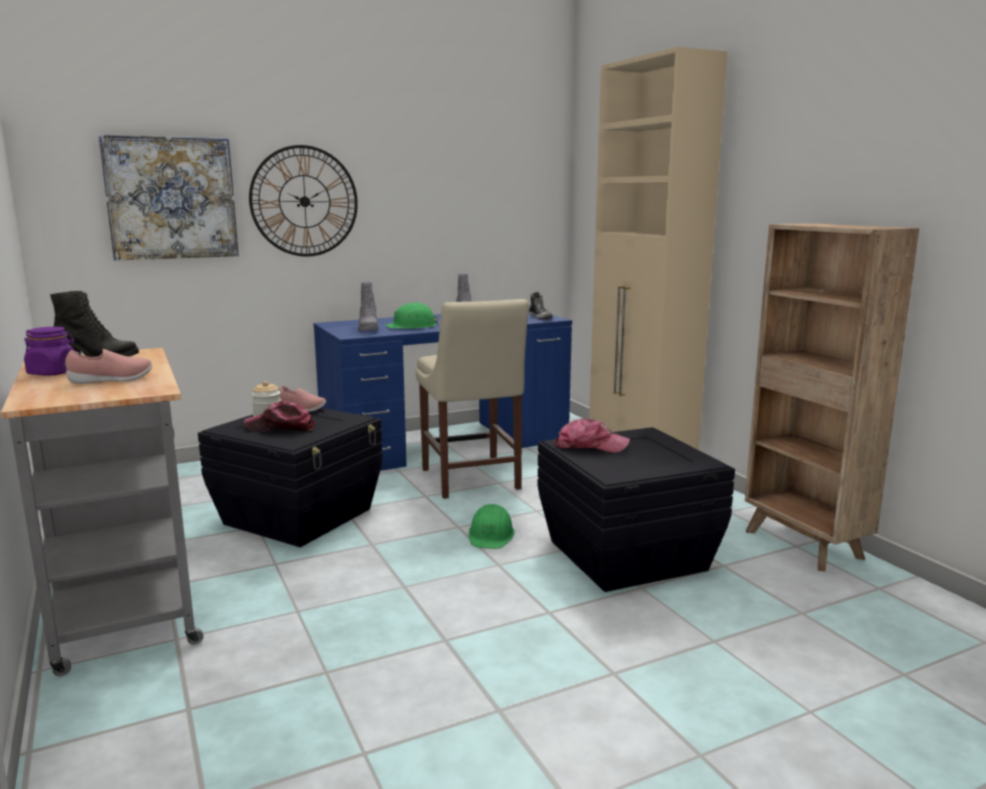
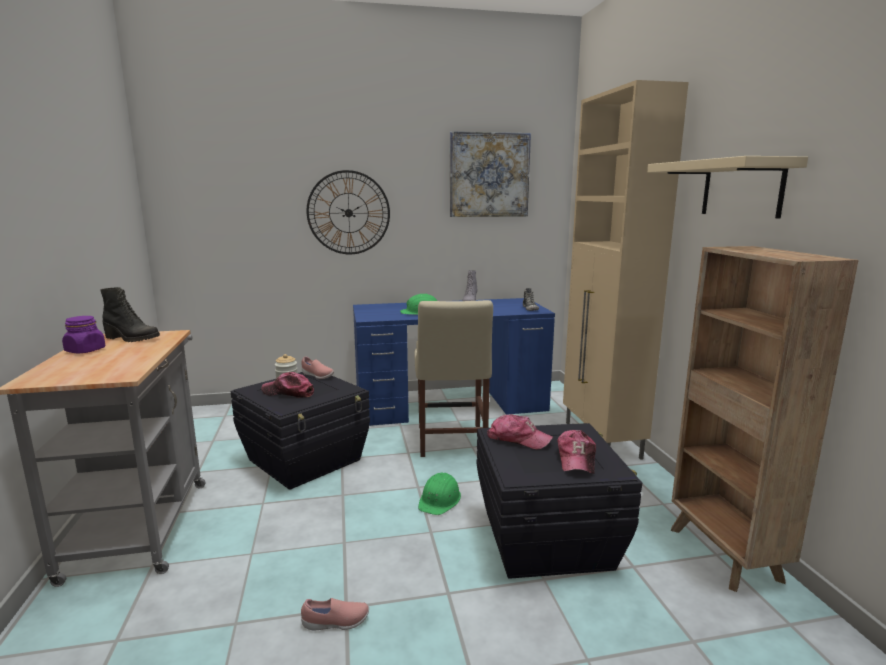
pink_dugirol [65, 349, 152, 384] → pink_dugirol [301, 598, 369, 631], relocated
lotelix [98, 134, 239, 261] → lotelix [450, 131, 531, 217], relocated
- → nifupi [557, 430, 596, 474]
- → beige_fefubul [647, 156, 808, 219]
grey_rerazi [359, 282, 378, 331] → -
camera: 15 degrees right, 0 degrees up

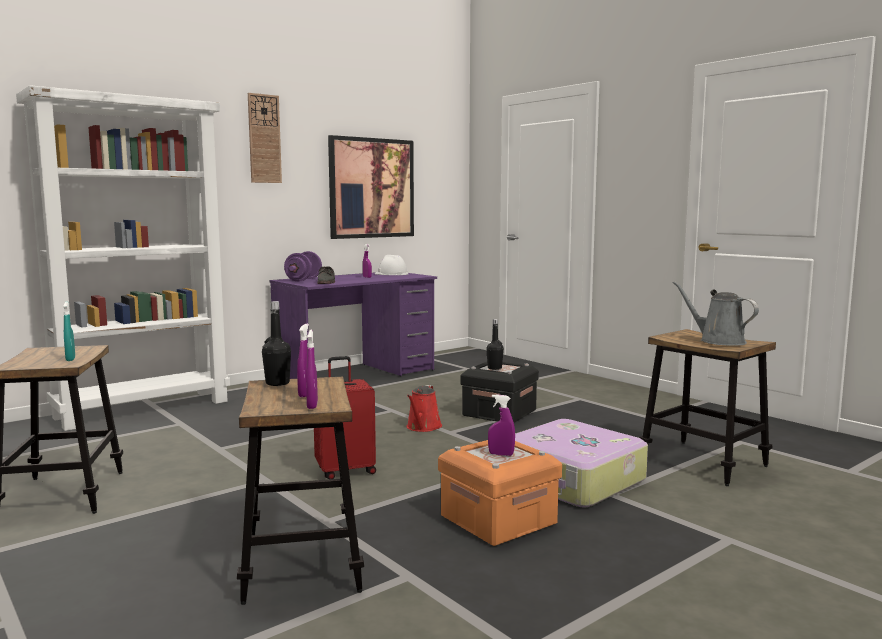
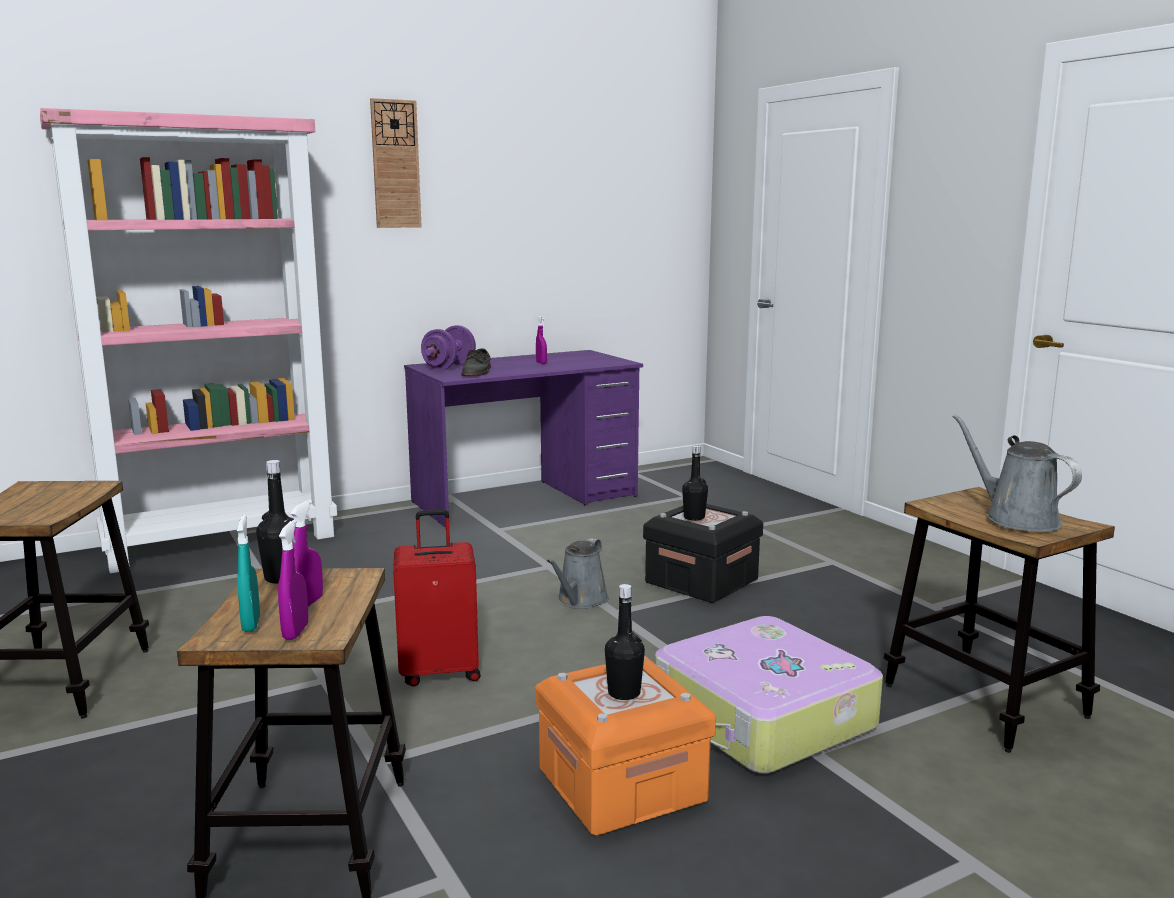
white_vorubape [16, 85, 230, 431] → pink_vorubape [40, 108, 337, 573]
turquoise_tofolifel [63, 301, 75, 361] → turquoise_tofolifel [237, 515, 260, 632], relocated
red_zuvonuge [406, 385, 442, 432] → grey_zuvonuge [547, 538, 609, 609]
purple_tofolifel [488, 394, 515, 456] → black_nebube [605, 584, 645, 700]
lotelix [328, 135, 414, 239] → -
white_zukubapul [375, 255, 408, 275] → -
camera: 10 degrees right, 5 degrees up

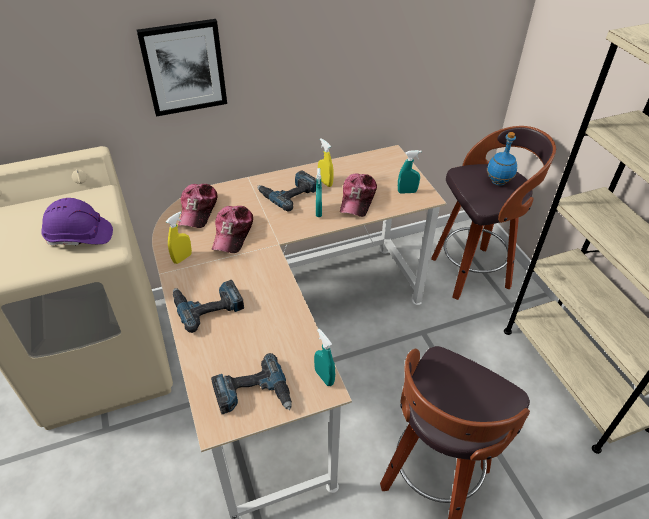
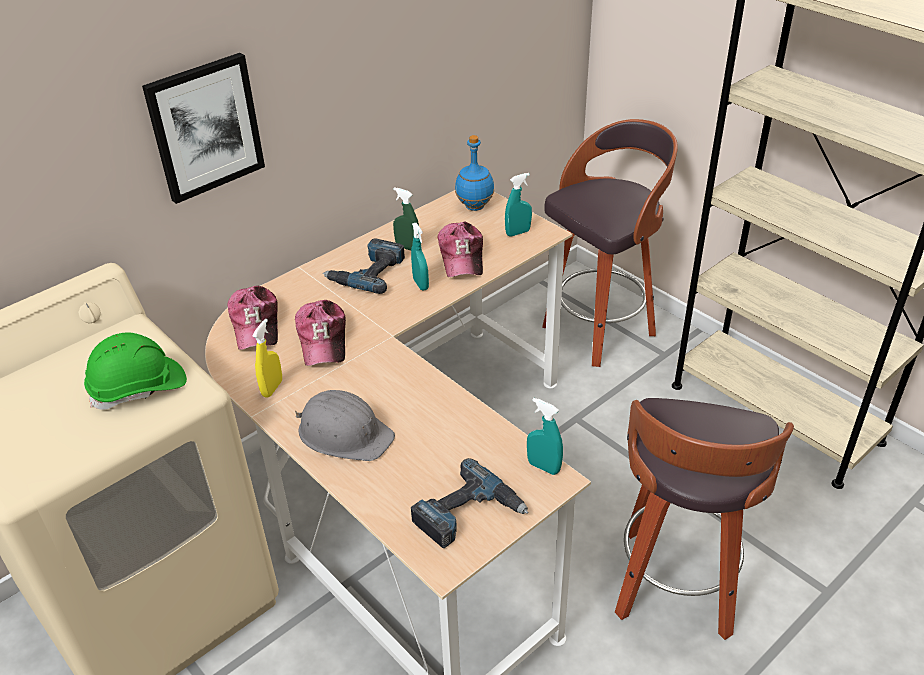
purple_zukubapul [41, 198, 113, 246] → green_zukubapul [84, 332, 187, 410]
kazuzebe [173, 280, 244, 333] → grey_zukubapul [295, 390, 395, 461]
yellow_tofolifel [318, 138, 334, 187] → green_tofolifel [393, 187, 419, 251]
blue_nebube [487, 132, 517, 186] → blue_nebube [455, 135, 494, 211], relocated
camera: 20 degrees left, 5 degrees down

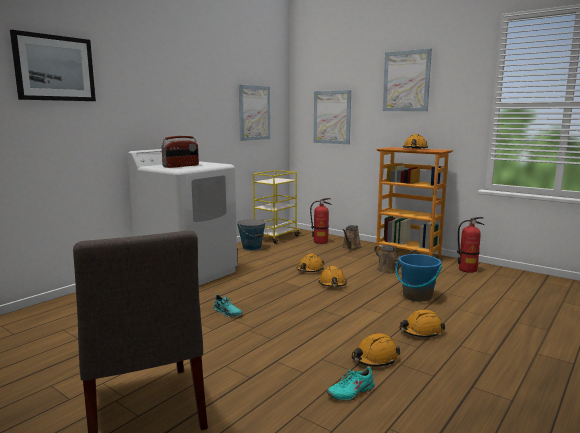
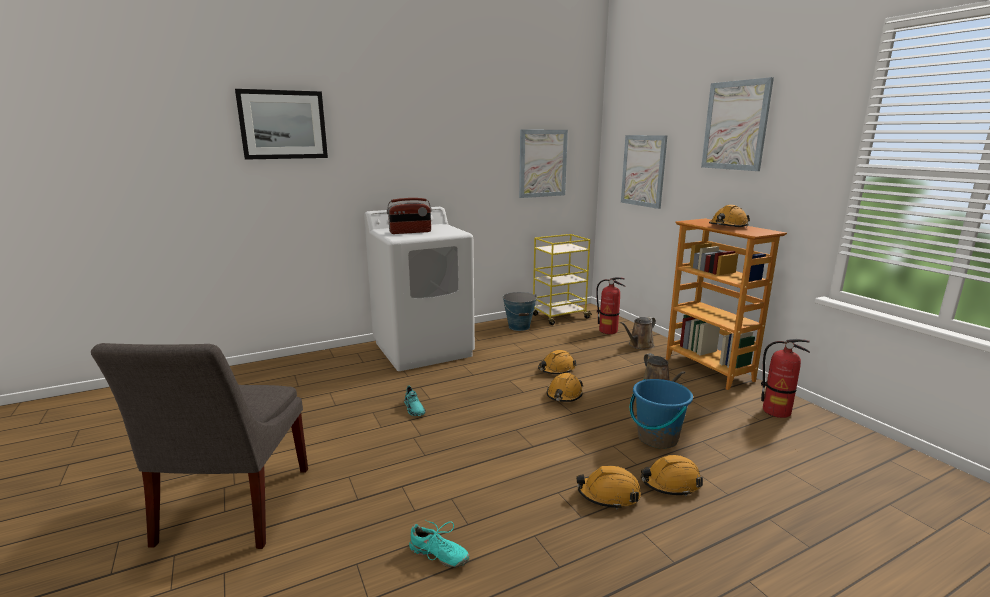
turquoise_dugirol [327, 366, 375, 401] → turquoise_dugirol [409, 520, 469, 568], 150 degrees counterclockwise
orange_zukubapul [352, 333, 400, 367] → orange_zukubapul [641, 455, 703, 497], relocated
camera: 25 degrees right, 5 degrees up

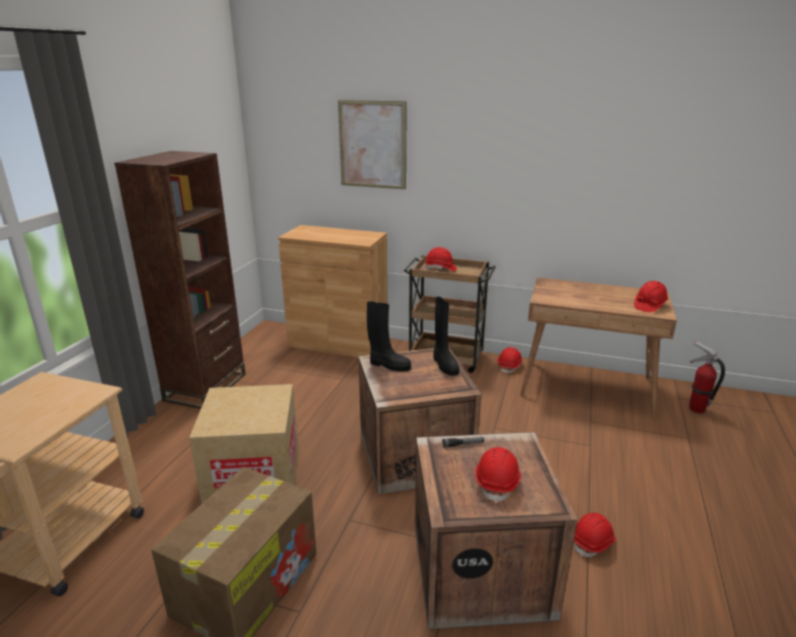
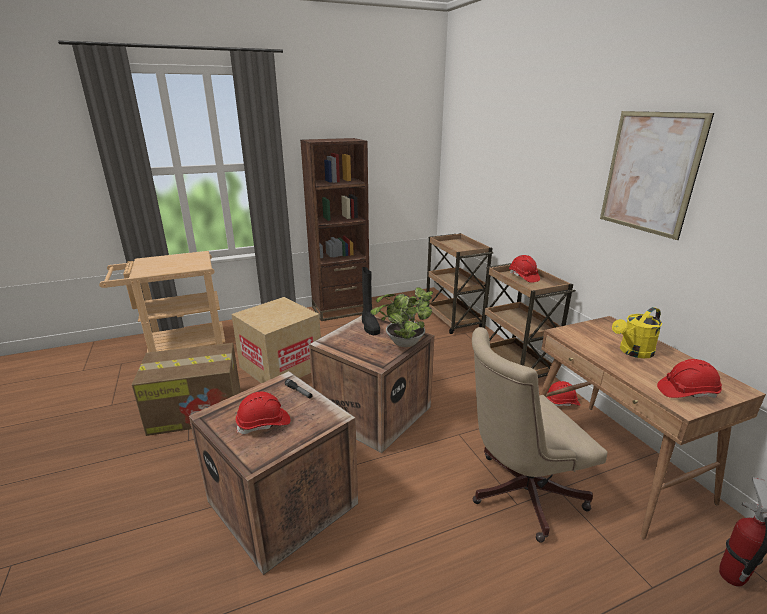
black_rerazi [433, 297, 459, 376] → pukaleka [370, 287, 433, 347]
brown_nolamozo [278, 225, 388, 358] → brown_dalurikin [426, 233, 493, 334]
- → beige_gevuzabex [472, 327, 607, 543]
lotelix [338, 100, 407, 189] → lotelix [600, 111, 714, 240], relocated
- → yellow_zuvonuge [612, 307, 662, 358]
red_zukubapul [574, 513, 616, 557] → -
camera: 50 degrees right, 0 degrees up

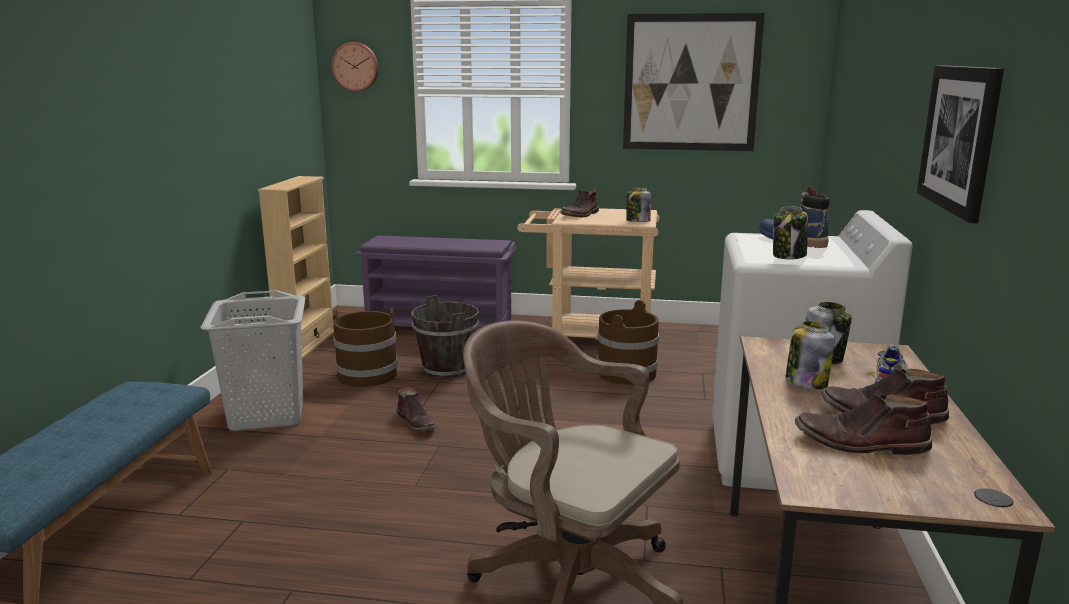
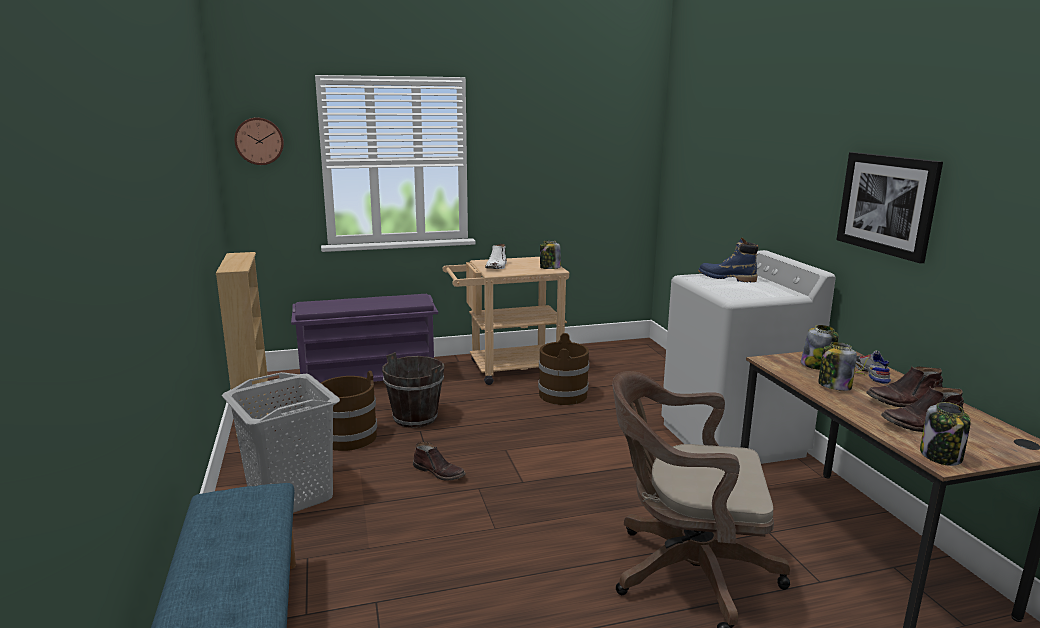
brown_rerazi [560, 189, 599, 218] → white_rerazi [485, 244, 507, 269]
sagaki [773, 206, 808, 259] → sagaki [920, 402, 971, 466], relocated
lotelix [623, 13, 765, 151] → -
camera: 25 degrees left, 0 degrees up

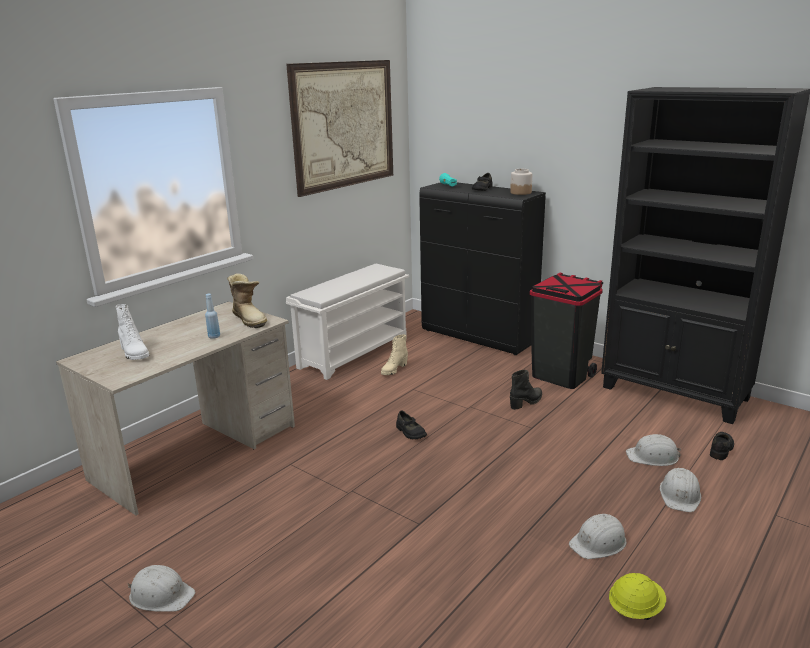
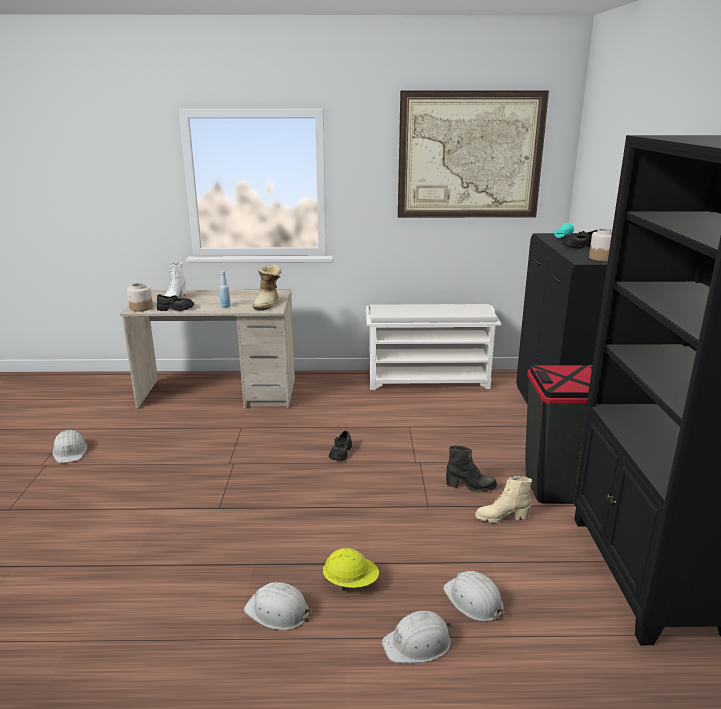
- → sagaki [127, 283, 153, 312]
black_dugirol [710, 432, 734, 460] → black_dugirol [157, 294, 194, 311], relocated
yellow_zukubapul [609, 573, 666, 620] → yellow_zukubapul [323, 548, 379, 591], relocated
beige_rerazi [381, 334, 408, 375] → beige_rerazi [475, 476, 532, 523], relocated
camera: 50 degrees right, 0 degrees up

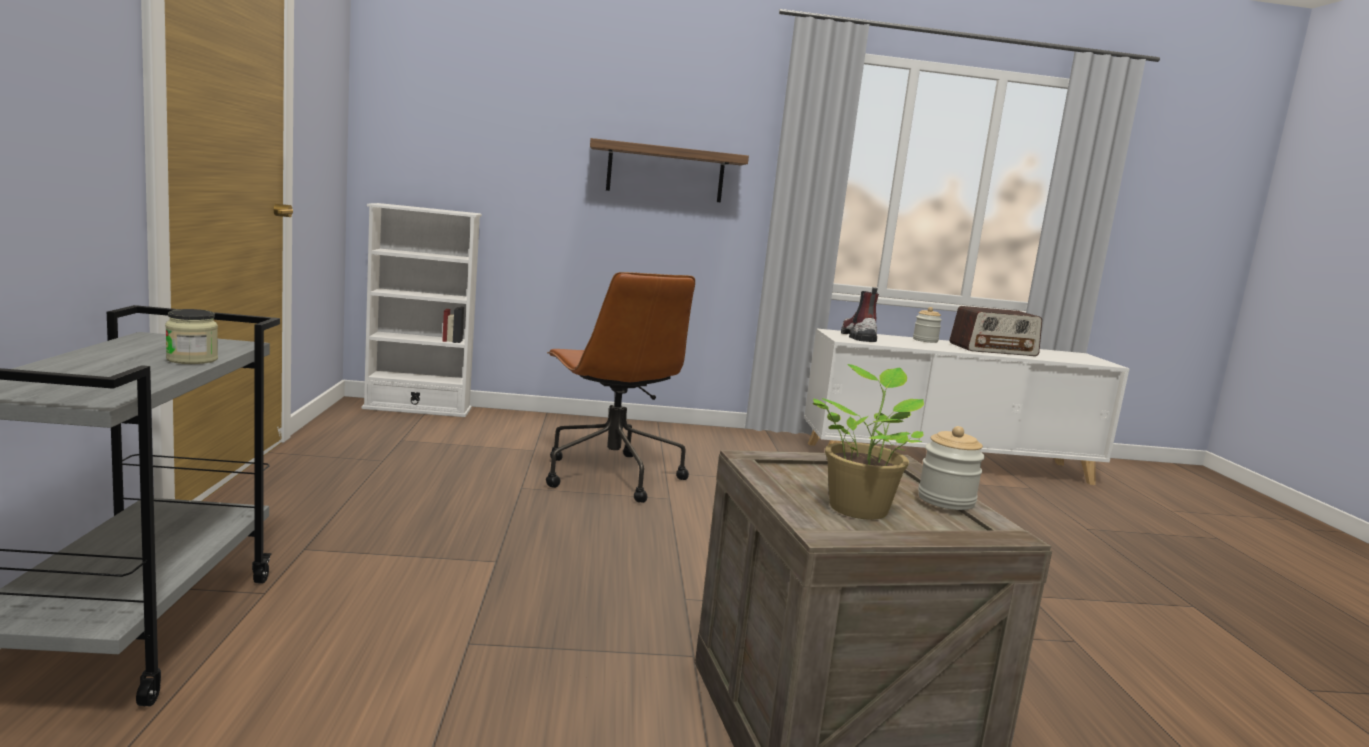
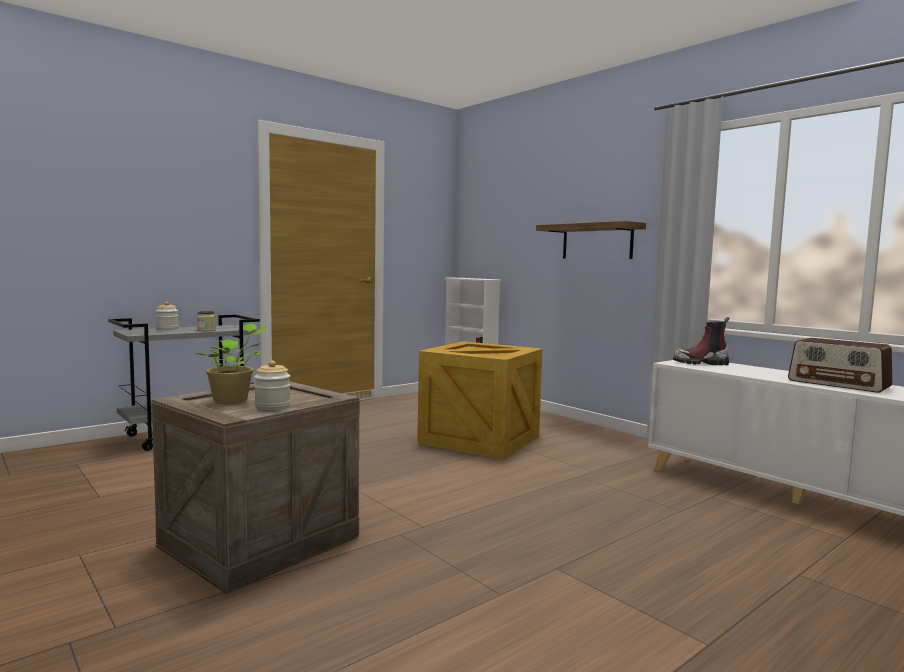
sagaki [913, 307, 942, 343] → sagaki [156, 302, 179, 330], relocated
brown_gevuzabex [546, 272, 695, 503] → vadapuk [417, 342, 543, 459]
rerazi [841, 287, 879, 342] → rerazi [673, 317, 730, 365], 135 degrees counterclockwise
camera: 55 degrees right, 5 degrees down

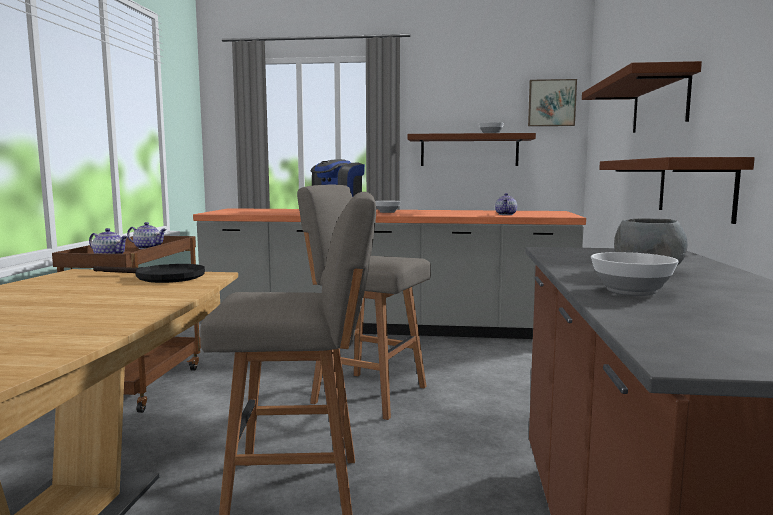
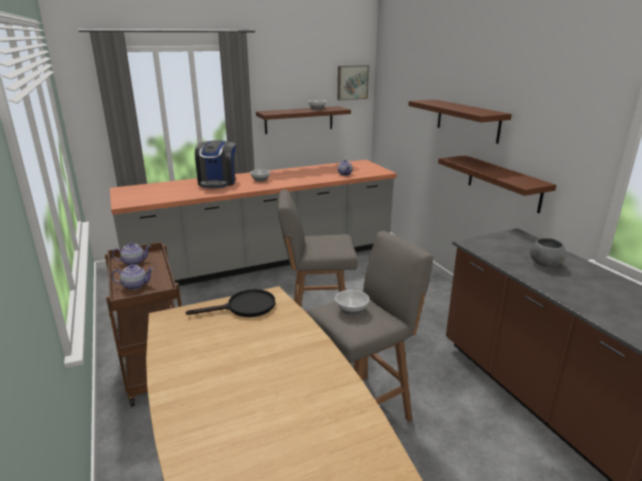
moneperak [591, 252, 679, 296] → moneperak [335, 290, 369, 316], relocated
camera: 30 degrees left, 15 degrees up

